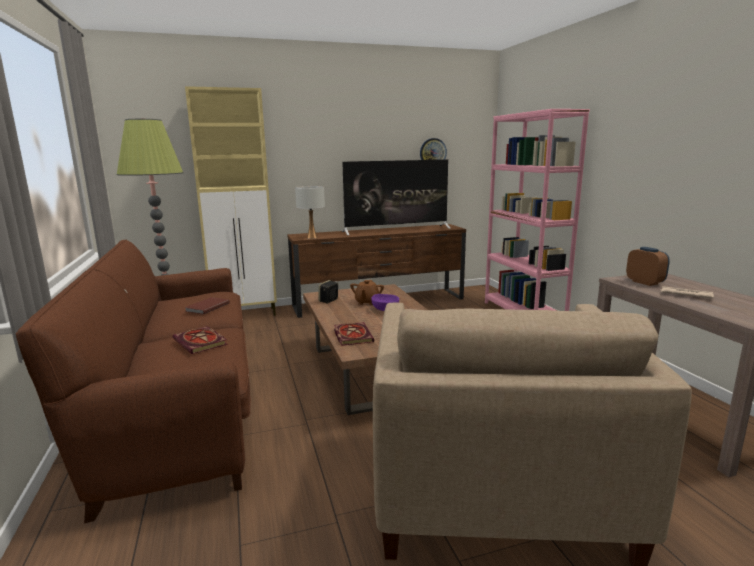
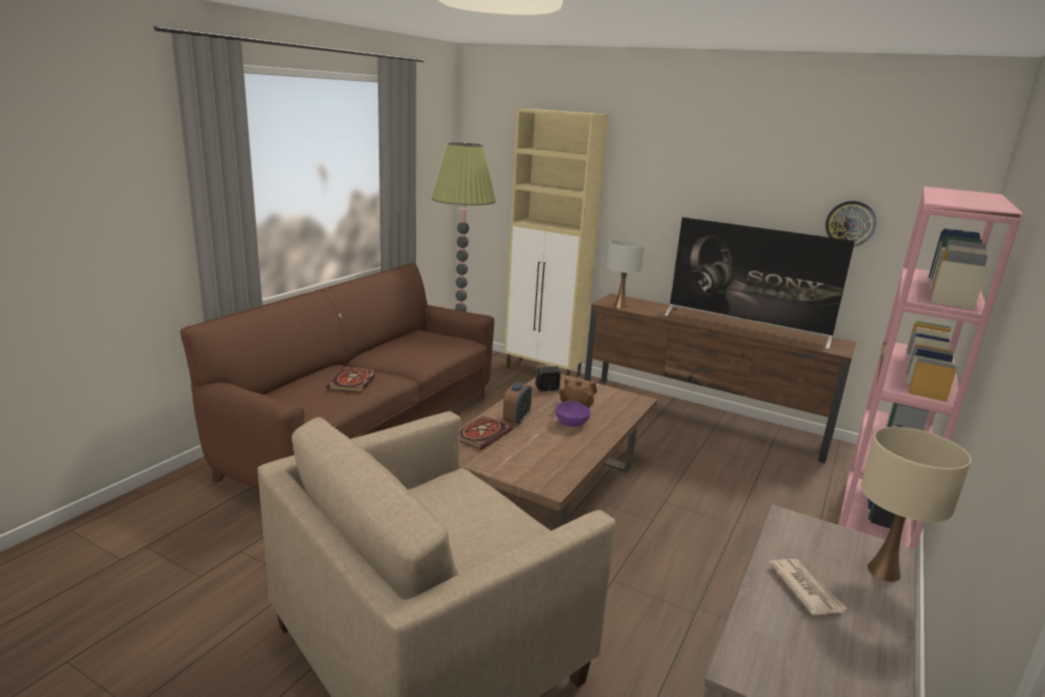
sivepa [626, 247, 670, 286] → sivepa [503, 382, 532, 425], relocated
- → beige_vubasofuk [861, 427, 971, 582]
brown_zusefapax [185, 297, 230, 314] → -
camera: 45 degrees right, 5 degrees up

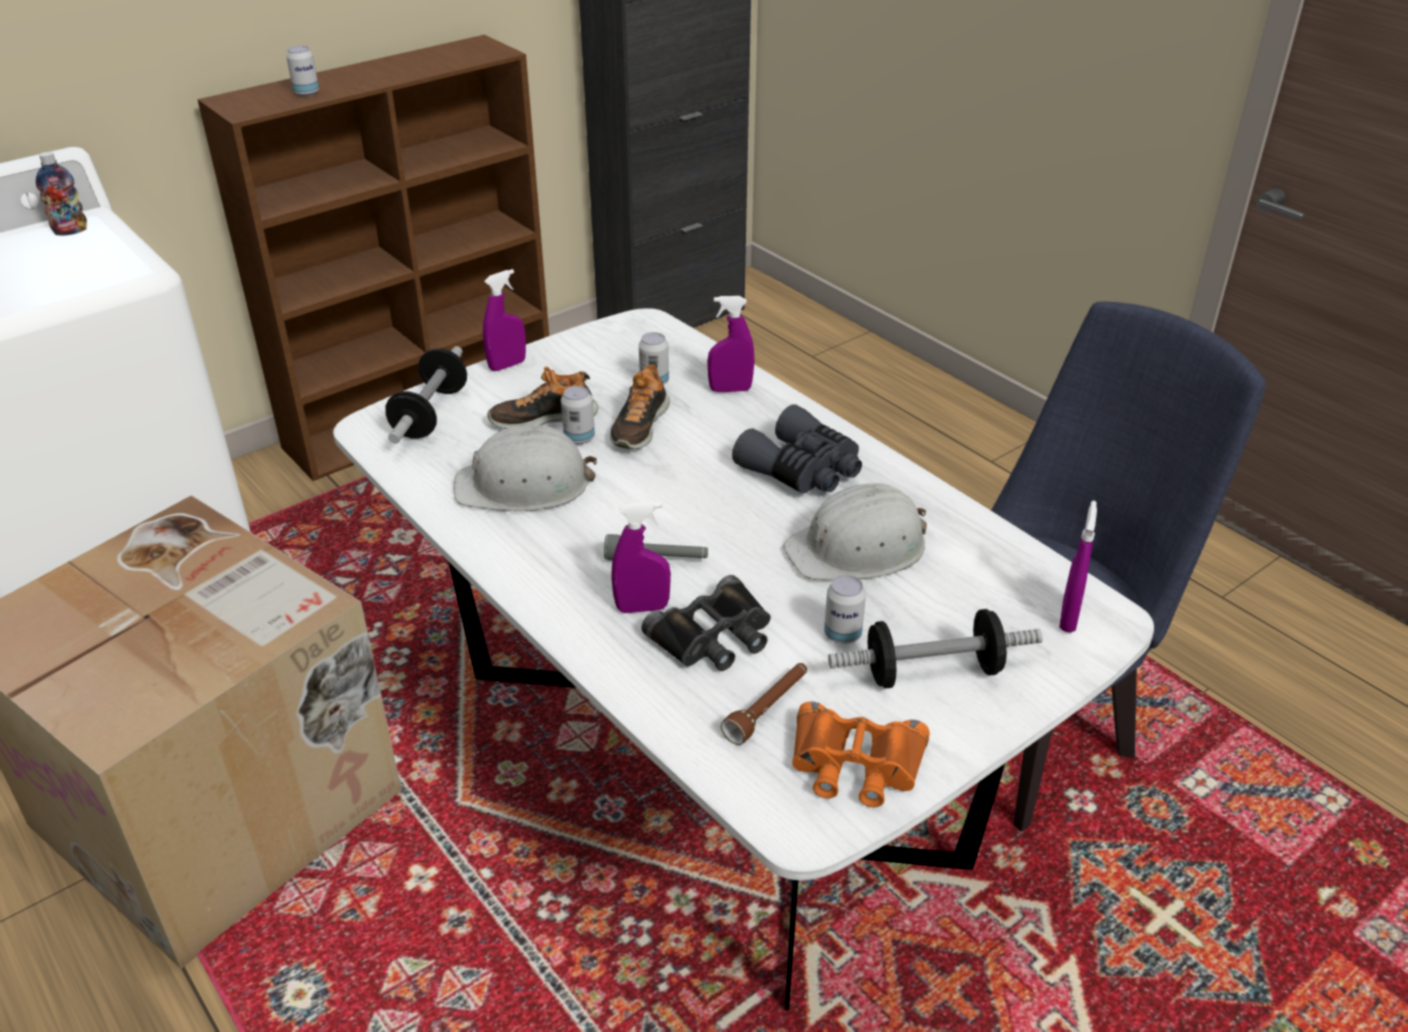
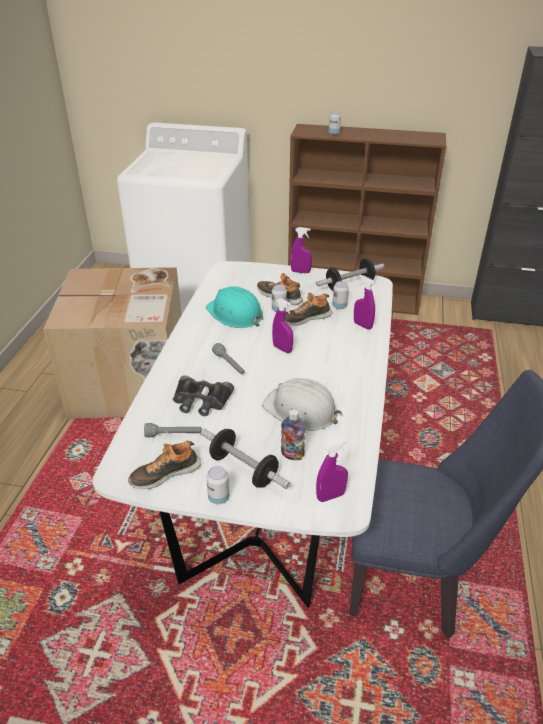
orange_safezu [792, 701, 930, 807] → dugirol [128, 441, 201, 489]
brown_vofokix [721, 663, 807, 745] → grey_vofokix [144, 423, 202, 437]
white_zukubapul [454, 425, 597, 511] → turquoise_zukubapul [206, 286, 263, 328]
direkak [824, 575, 866, 644] → direkak [206, 466, 229, 504], relocated
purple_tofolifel [611, 501, 671, 613] → purple_tofolifel [272, 298, 293, 353], relocated
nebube [36, 152, 87, 236] → nebube [281, 409, 305, 460], relocated
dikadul [385, 346, 467, 444] → dikadul [316, 259, 384, 290], relocated
grey_safezu [732, 404, 862, 494] → -
camera: 50 degrees right, 0 degrees up

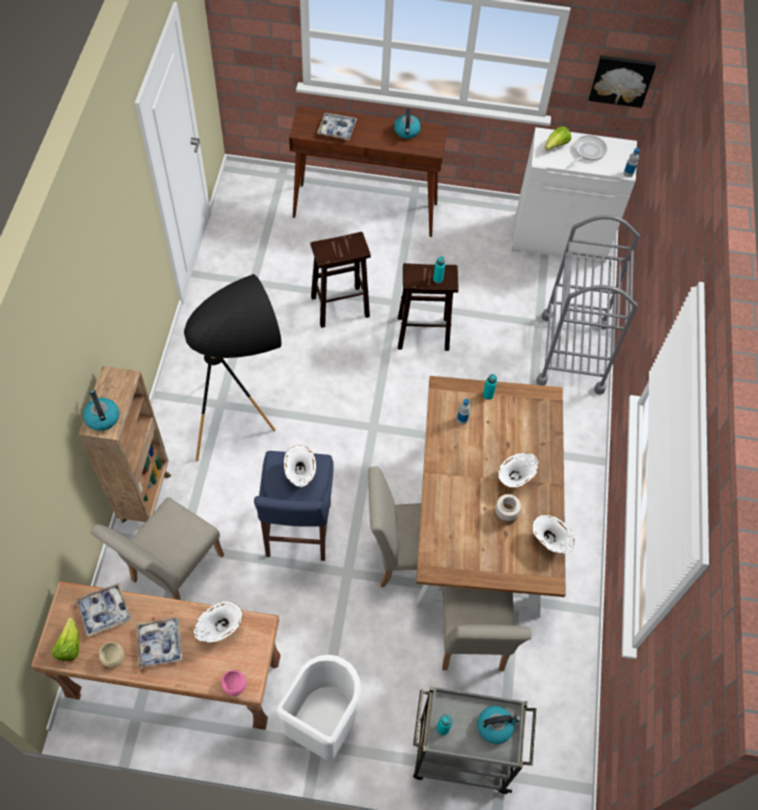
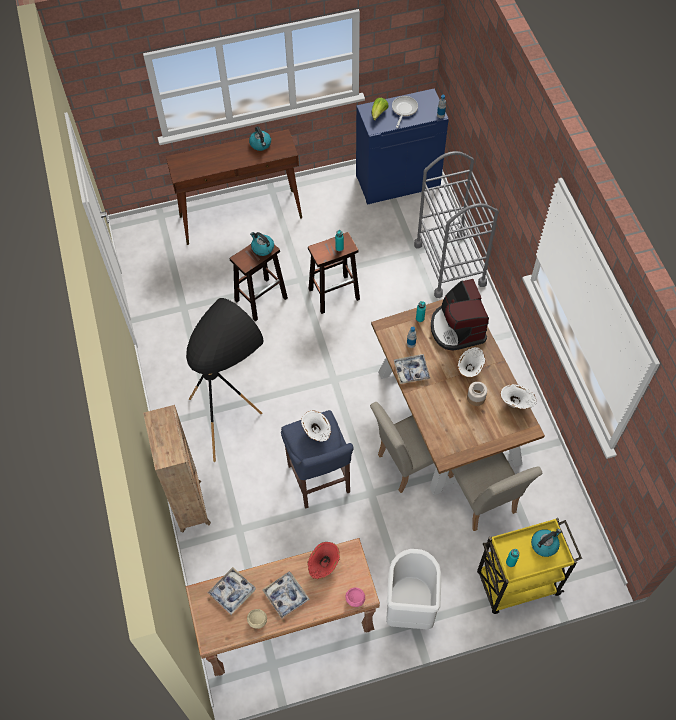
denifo [83, 390, 119, 431] → denifo [250, 232, 274, 256], relocated
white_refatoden [194, 601, 243, 643] → red_refatoden [307, 542, 340, 579]
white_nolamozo [512, 127, 637, 263] → blue_nolamozo [356, 88, 449, 205]
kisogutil [317, 113, 357, 140] → kisogutil [394, 354, 430, 384], relocated
- → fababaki [431, 279, 489, 351]
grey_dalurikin [413, 686, 536, 794] → yellow_dalurikin [477, 518, 582, 614]
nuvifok [52, 618, 80, 661] → -
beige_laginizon [91, 497, 224, 600] → -
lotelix [589, 55, 656, 108] → -
camera: 20 degrees left, 0 degrees up

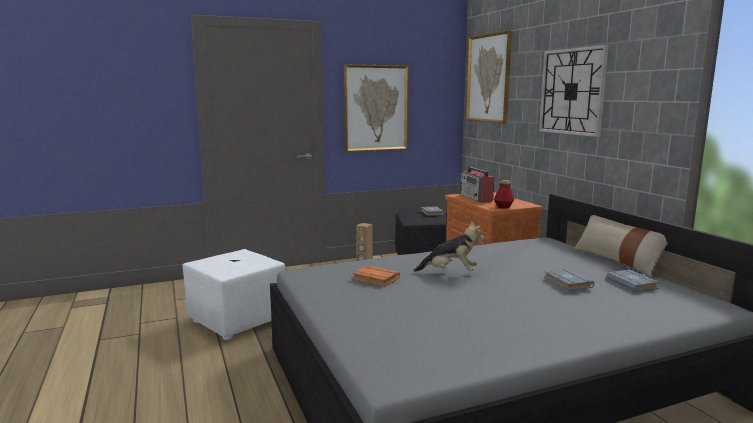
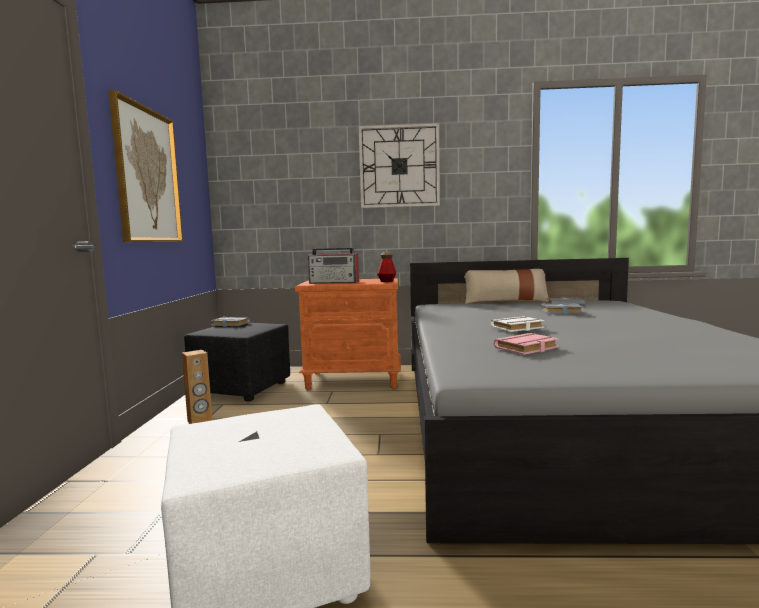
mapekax [414, 220, 485, 272] → white_zusefapax [490, 316, 545, 332]
orange_zusefapax [352, 266, 400, 287] → pink_zusefapax [494, 333, 559, 355]
lotelix [466, 30, 512, 123] → -
camera: 65 degrees left, 5 degrees down

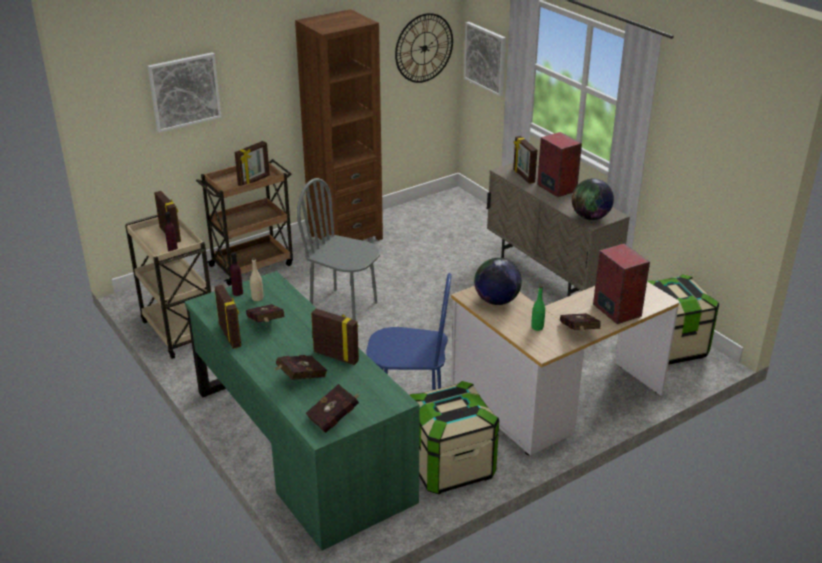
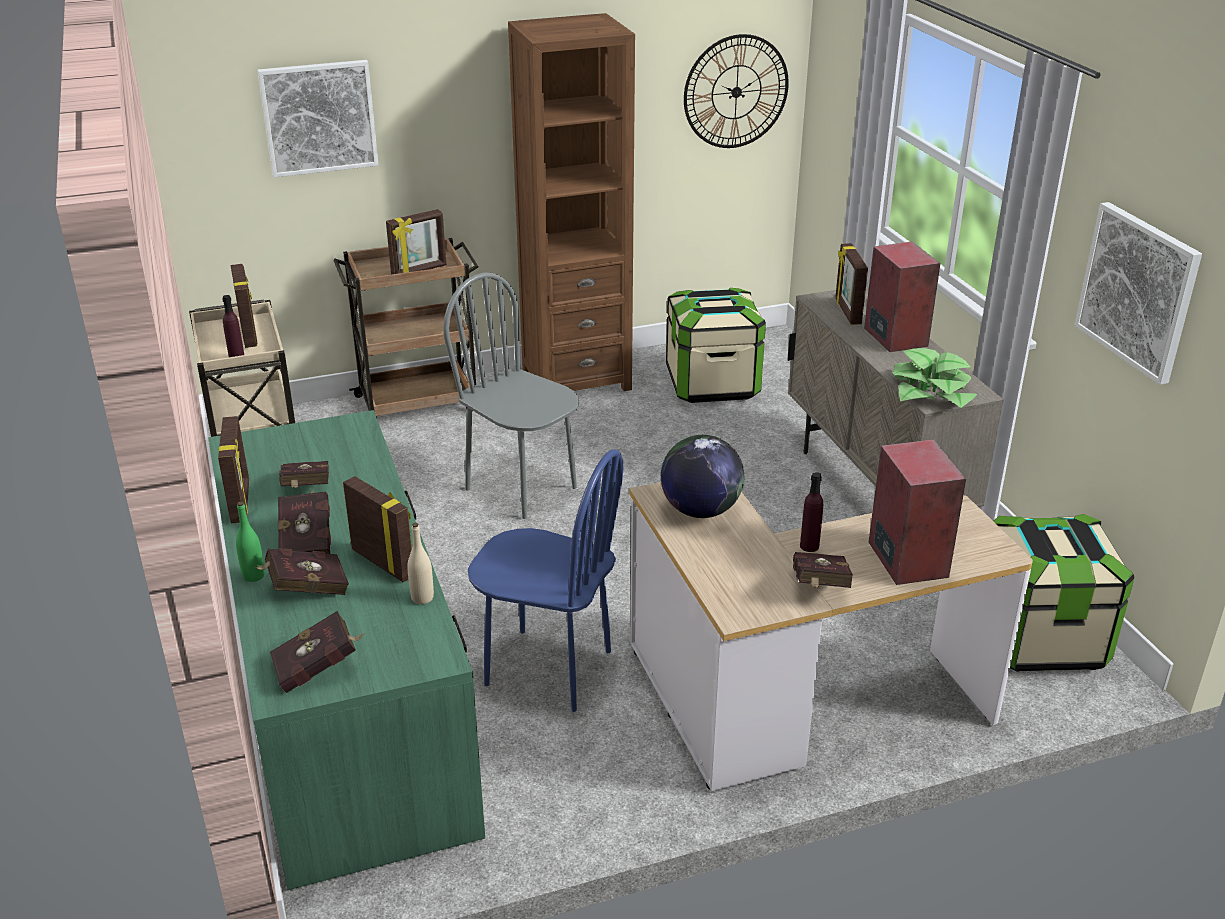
green_nebube [531, 286, 545, 331] → green_nebube [236, 502, 265, 582], relocated
- → red_zusefapax [278, 490, 331, 554]
beige_nebube [250, 258, 263, 301] → beige_nebube [407, 523, 434, 604], relocated
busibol [410, 381, 499, 494] → busibol [666, 288, 766, 403], relocated
purple_nebube [230, 252, 243, 296] → purple_nebube [800, 472, 823, 552], relocated
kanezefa [572, 179, 614, 220] → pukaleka [893, 348, 977, 408]
lotelix [464, 22, 506, 97] → lotelix [1075, 202, 1202, 385], relocated
camera: 15 degrees right, 0 degrees up

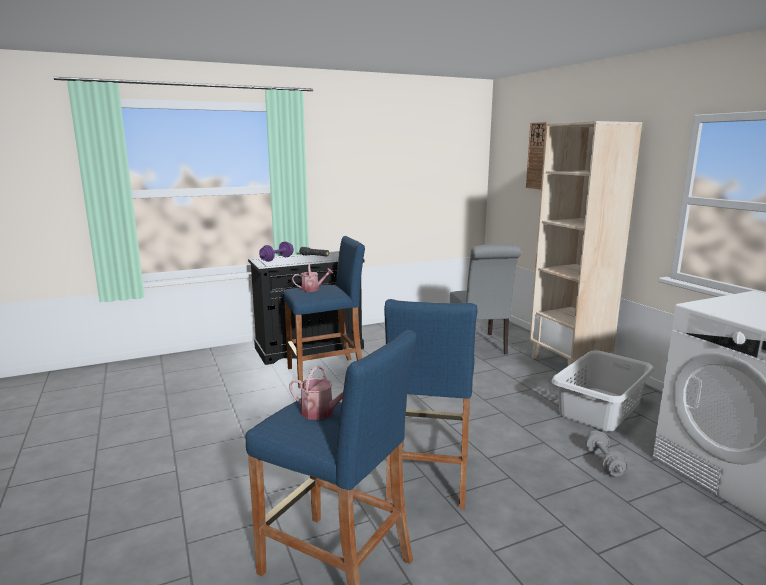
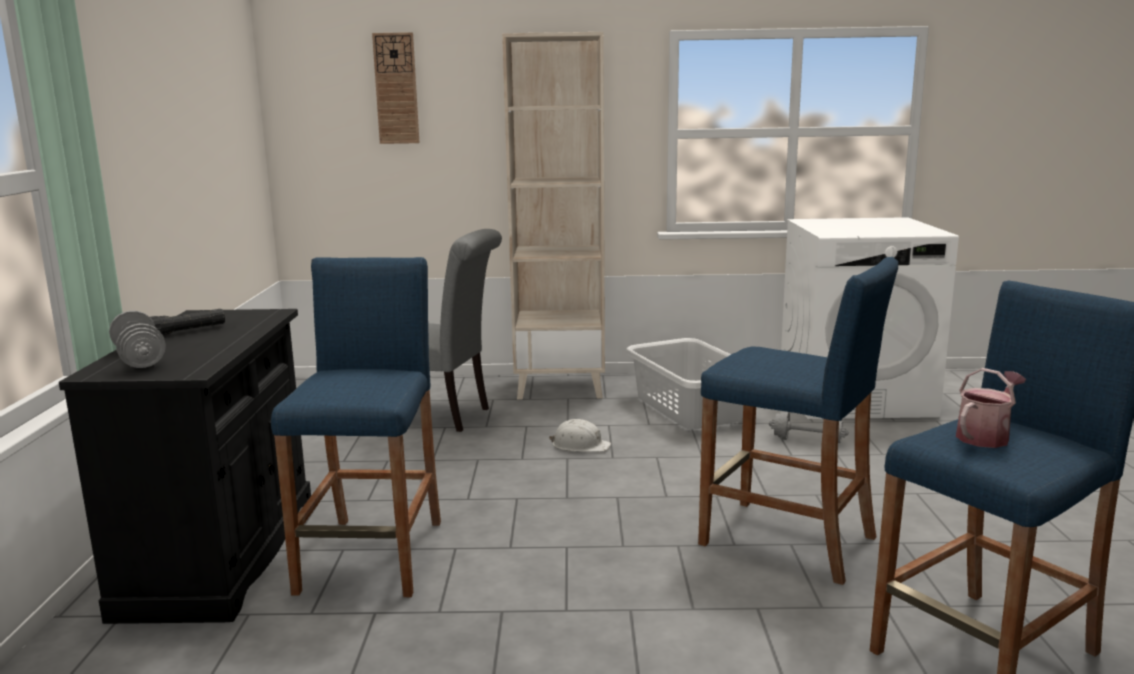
purple_dikadul [259, 242, 294, 262] → grey_dikadul [109, 310, 166, 368]
- → white_zukubapul [549, 419, 611, 452]
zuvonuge [292, 264, 333, 292] → -
camera: 65 degrees left, 0 degrees up

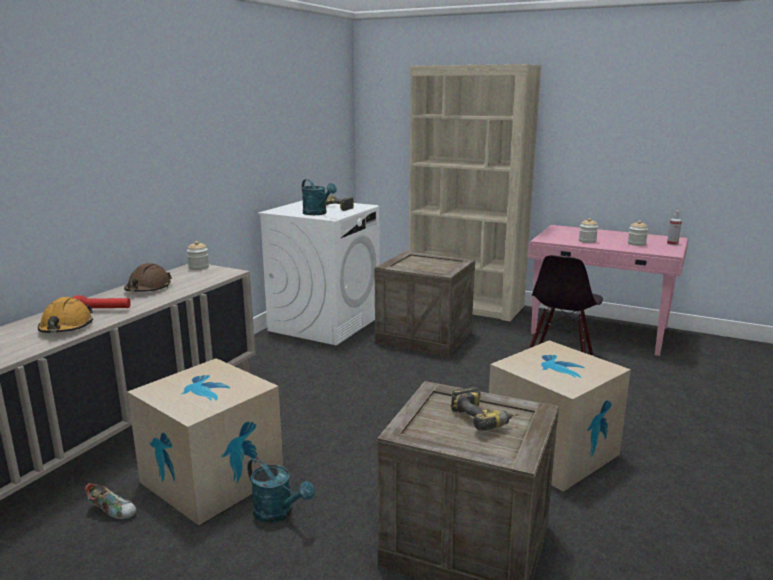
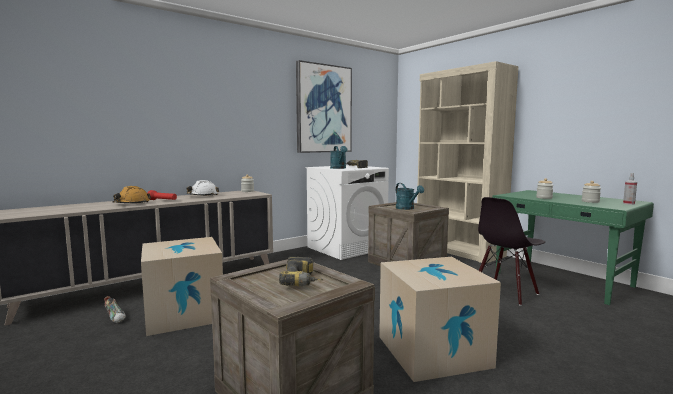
brown_zukubapul [124, 263, 172, 292] → white_zukubapul [186, 180, 219, 196]
- → lotelix [296, 60, 352, 153]
turquoise_zuvonuge [247, 457, 315, 523] → turquoise_zuvonuge [396, 183, 424, 210], relocated
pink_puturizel [528, 225, 688, 356] → green_puturizel [492, 190, 654, 305]
camera: 25 degrees right, 10 degrees down

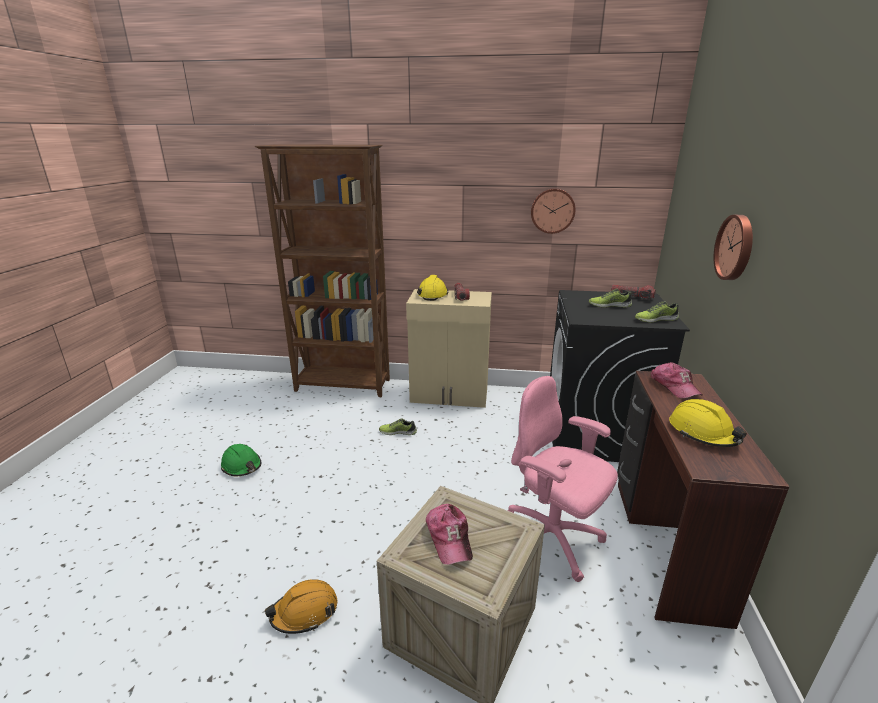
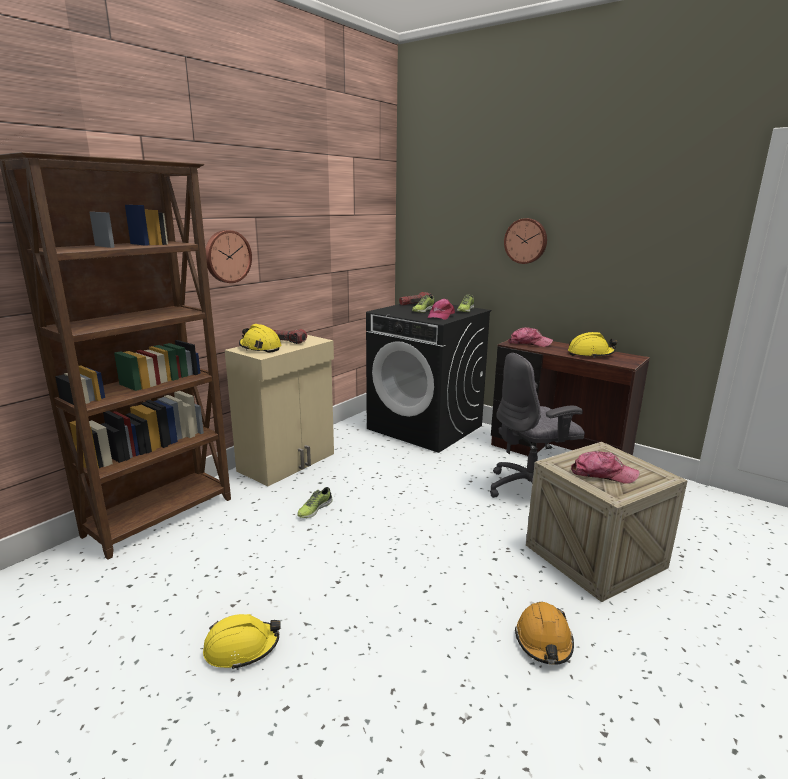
green_zukubapul [221, 444, 261, 476] → yellow_zukubapul [203, 614, 281, 670]
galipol [531, 188, 576, 234] → galipol [206, 230, 252, 283], relocated
- → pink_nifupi [428, 299, 455, 320]
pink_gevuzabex [507, 376, 618, 582] → grey_gevuzabex [490, 353, 585, 498]
camera: 60 degrees left, 5 degrees down

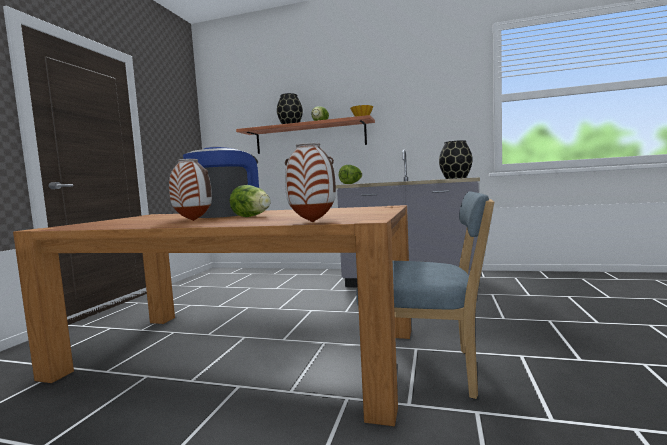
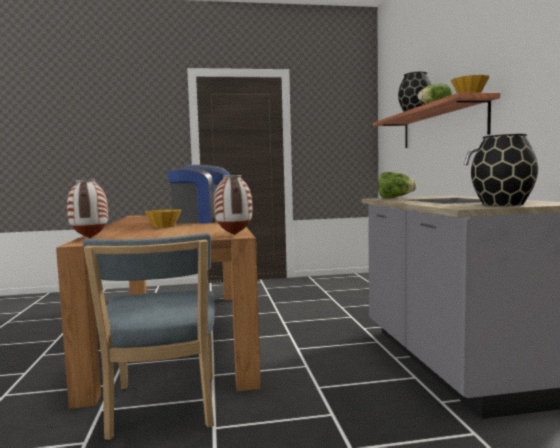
nuvifok [230, 185, 271, 217] → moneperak [145, 209, 182, 228]
refatoden [169, 159, 212, 221] → refatoden [214, 175, 252, 235], relocated
camera: 65 degrees right, 0 degrees up

